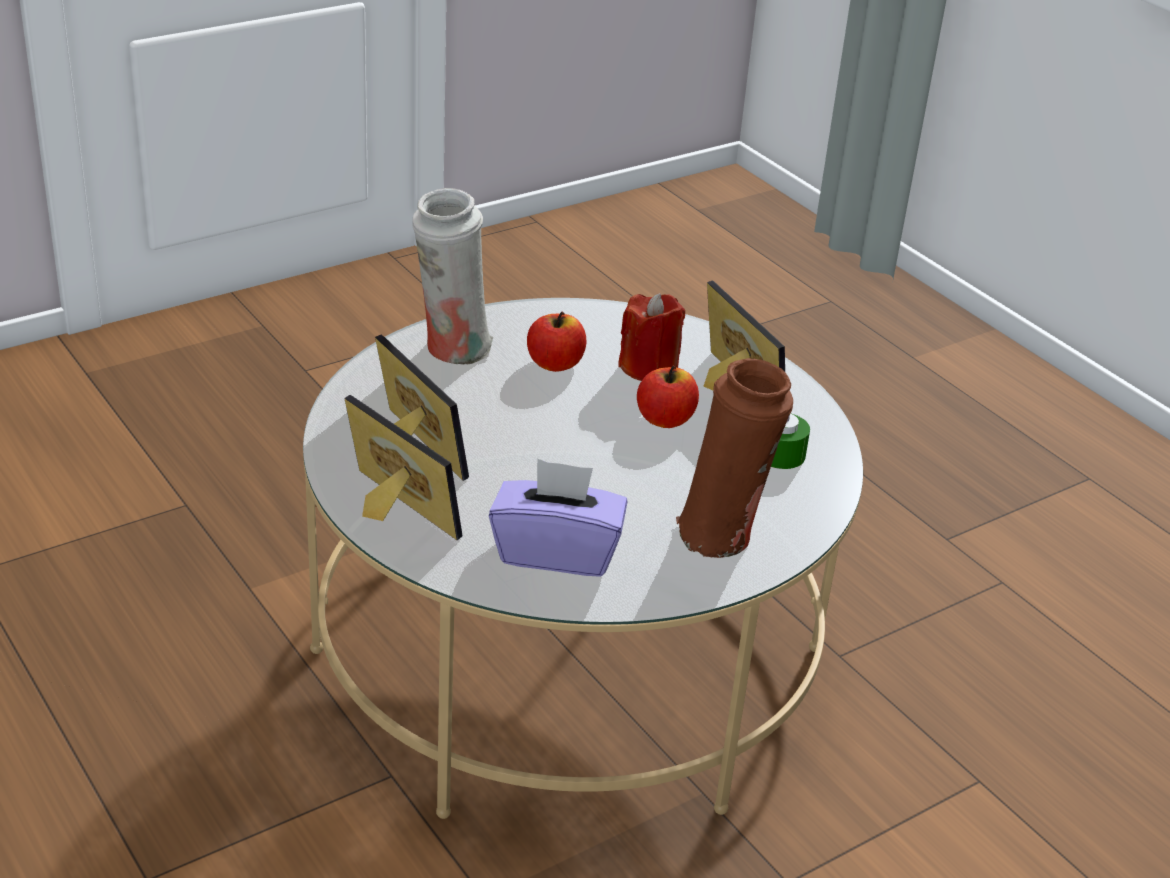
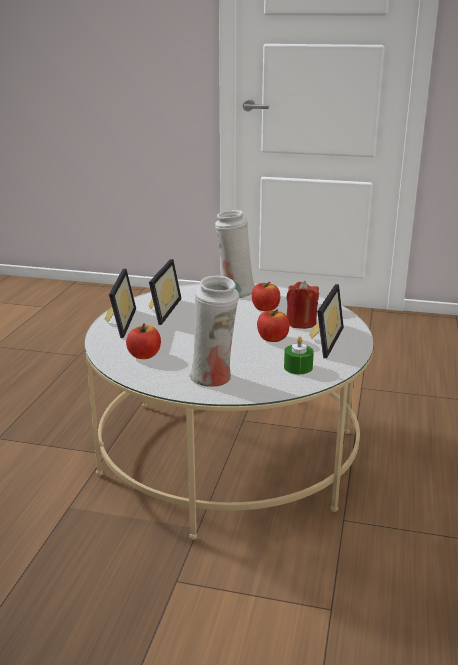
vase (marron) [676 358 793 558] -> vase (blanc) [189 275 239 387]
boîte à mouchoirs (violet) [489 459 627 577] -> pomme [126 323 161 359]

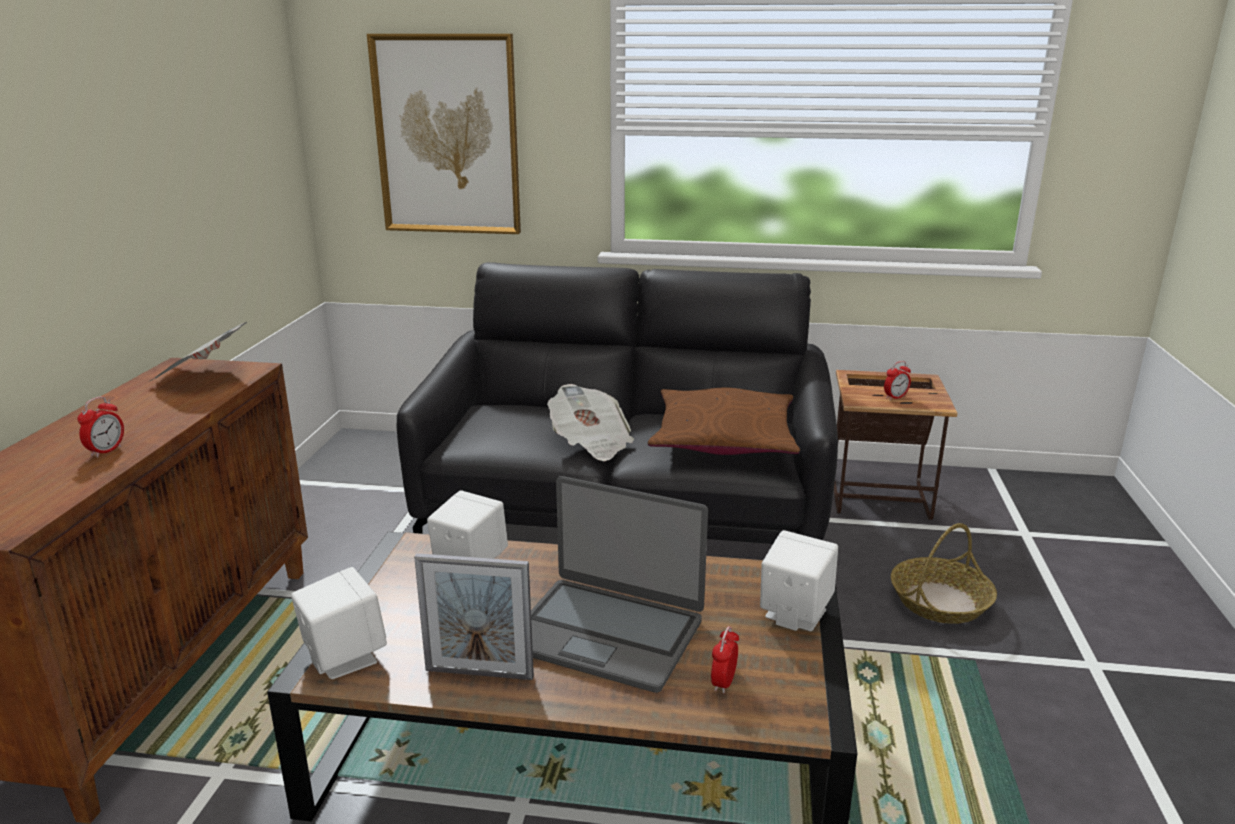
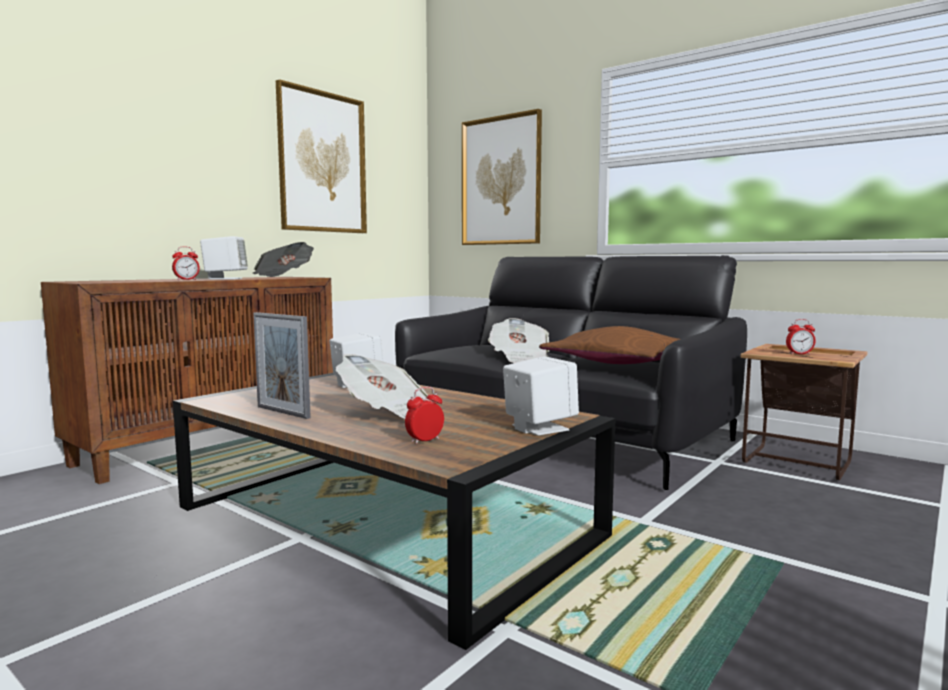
ordinateur portable [531 476 708 693] -> journal [336 354 433 419]
panier [891 523 997 624] -> none
enceinte (blanc) [291 567 387 679] -> enceinte (blanc) [200 236 248 279], relocated
none -> tableau [276 79 367 233]

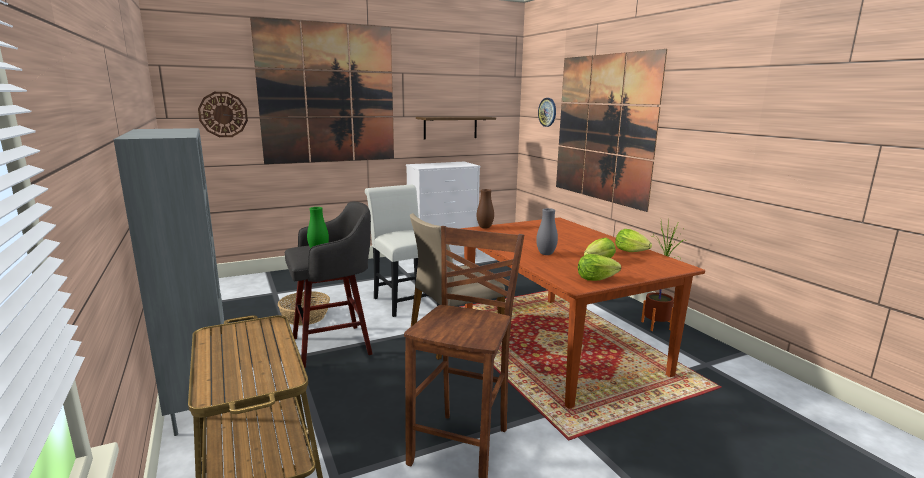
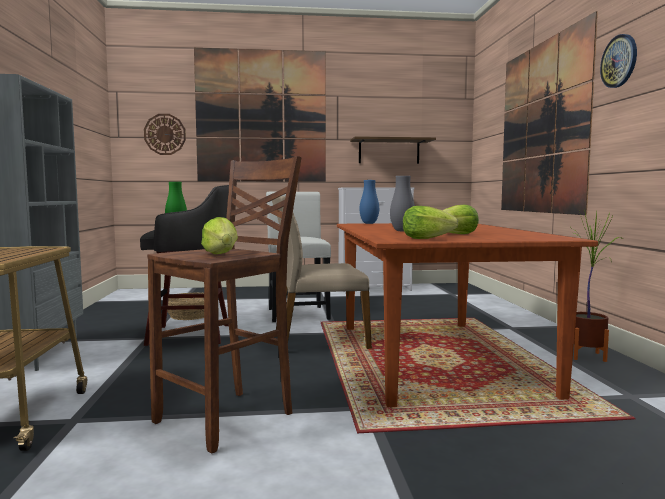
horloge murale [538 98 556 127] -> horloge murale [600 34 637 88], relocated
vase (marron) [477 189 494 229] -> vase (bleu) [359 180 379 224]
laitue [615 229 652 252] -> laitue [201 217 238 254], relocated

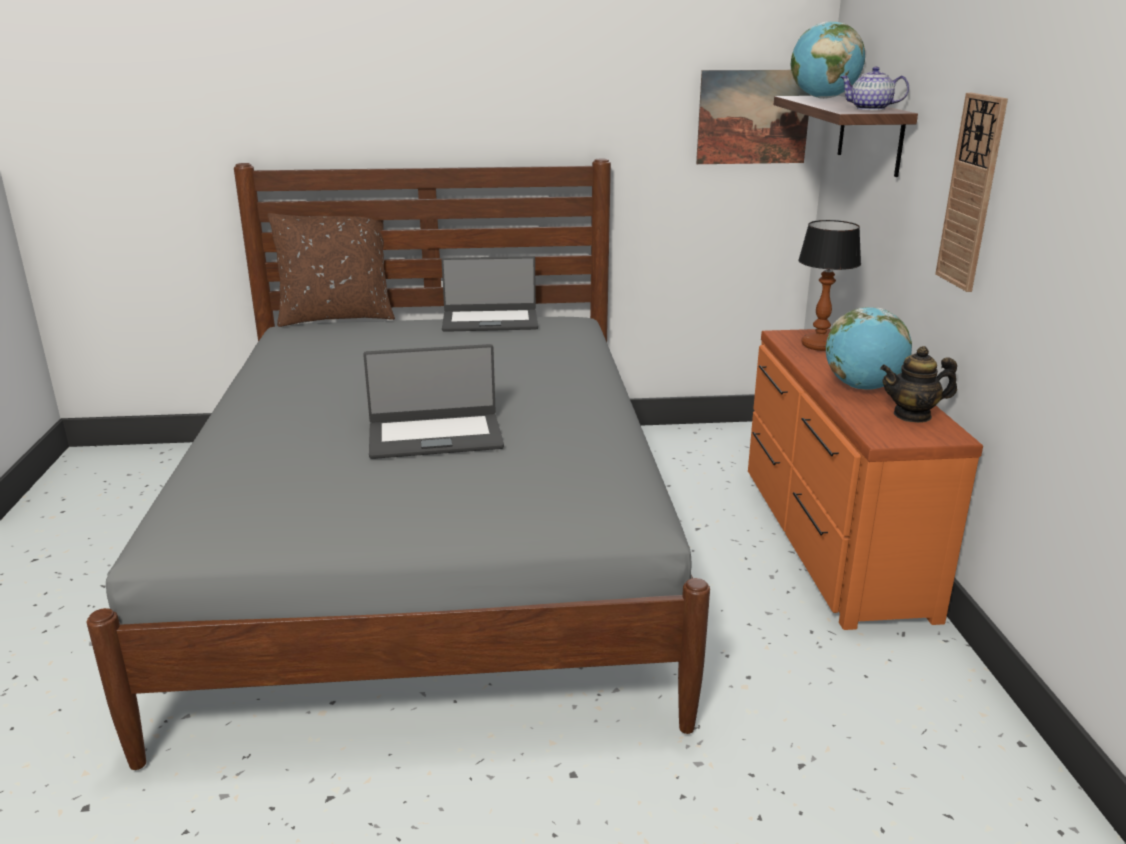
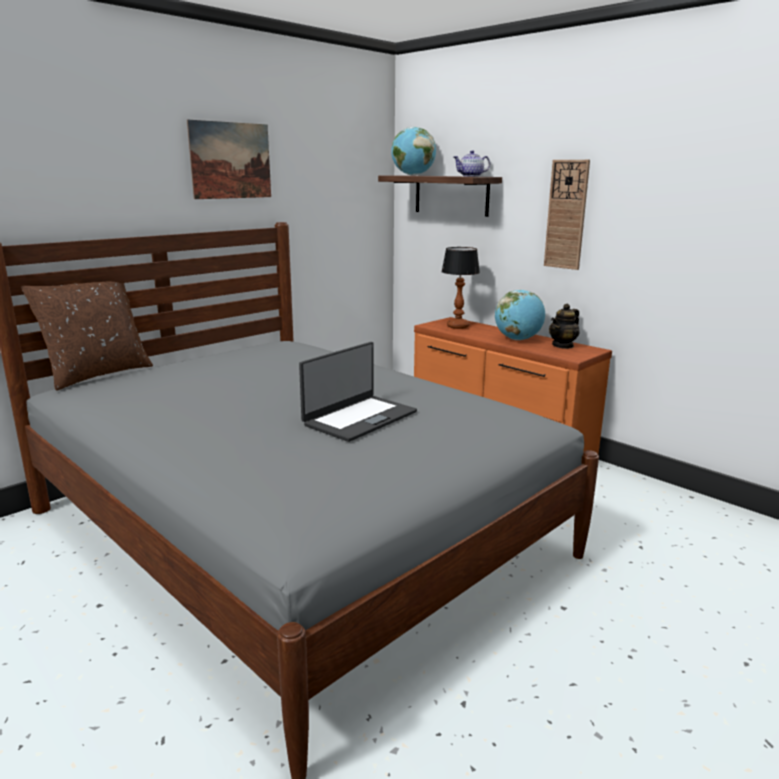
tableau [696 70 811 164] -> tableau [187 120 271 199], relocated
ordinateur portable [441 256 538 332] -> none

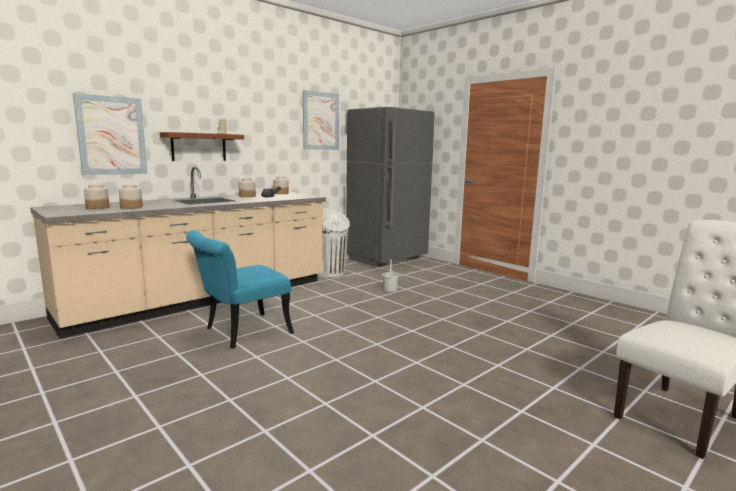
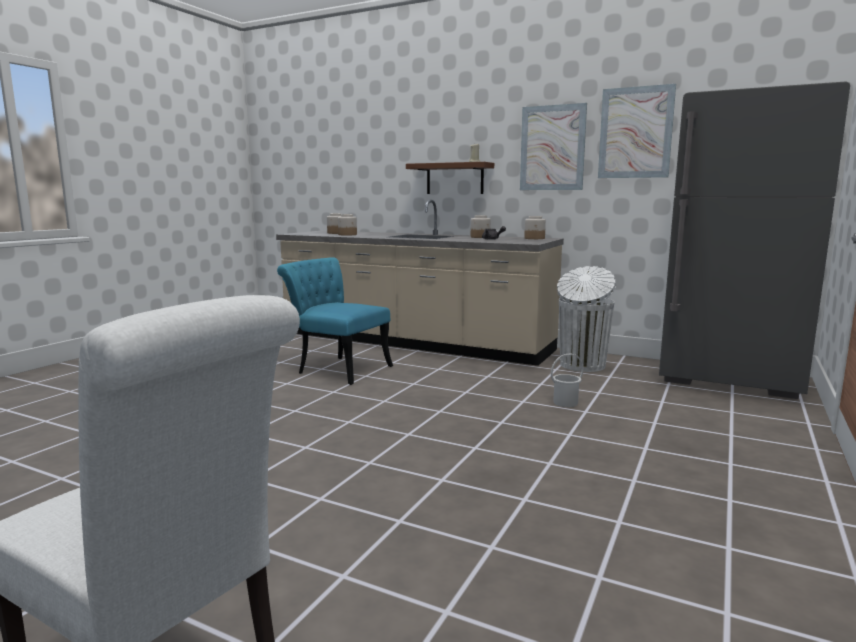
tableau [73 93 147 175] -> tableau [520 103 587 190], relocated

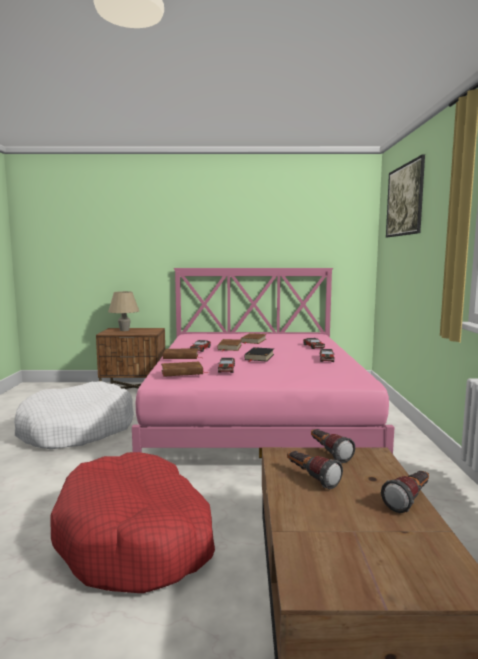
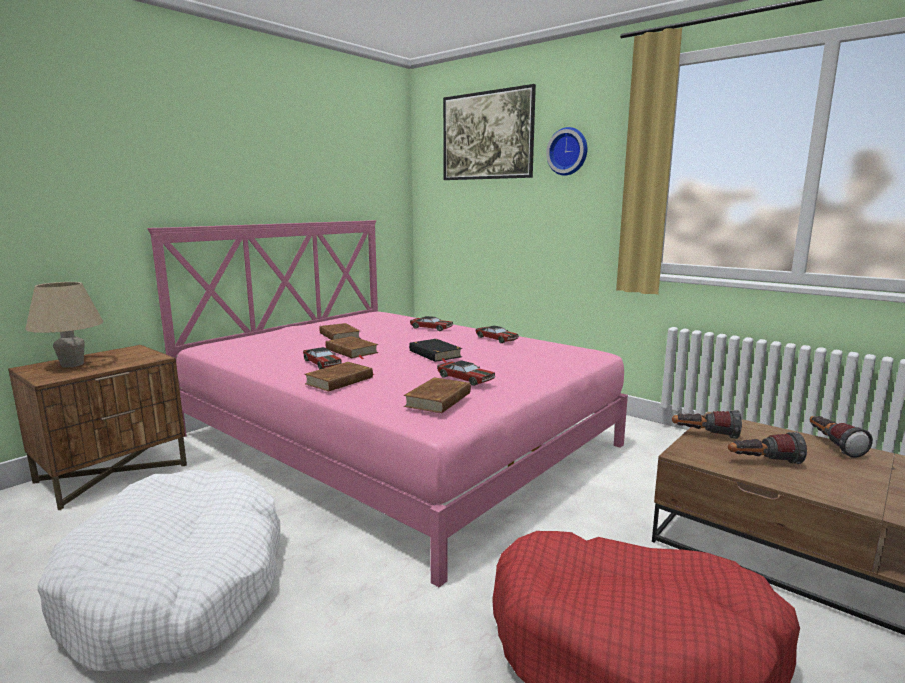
none -> horloge murale [546 127 587 176]

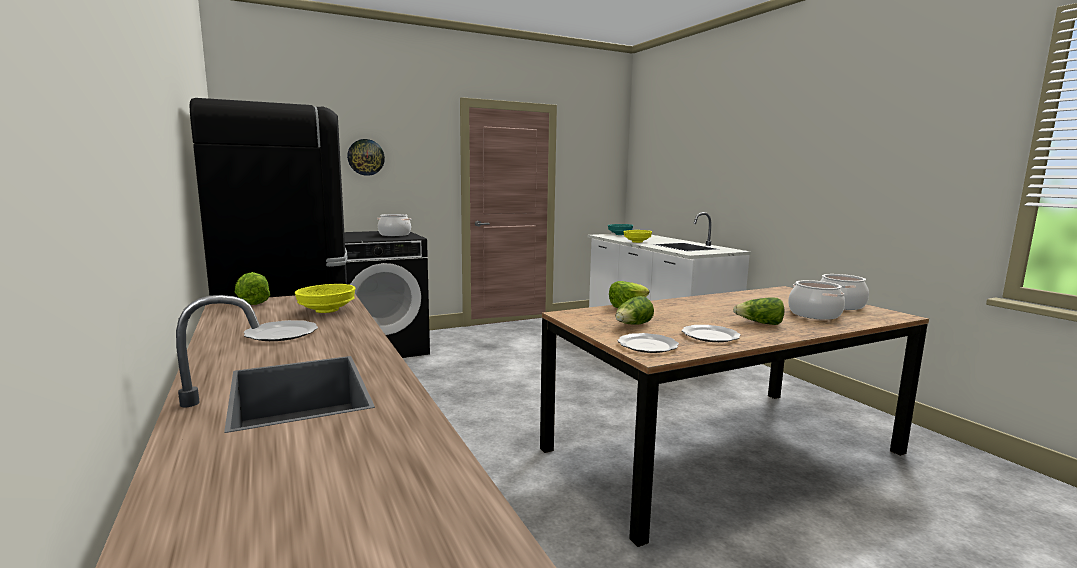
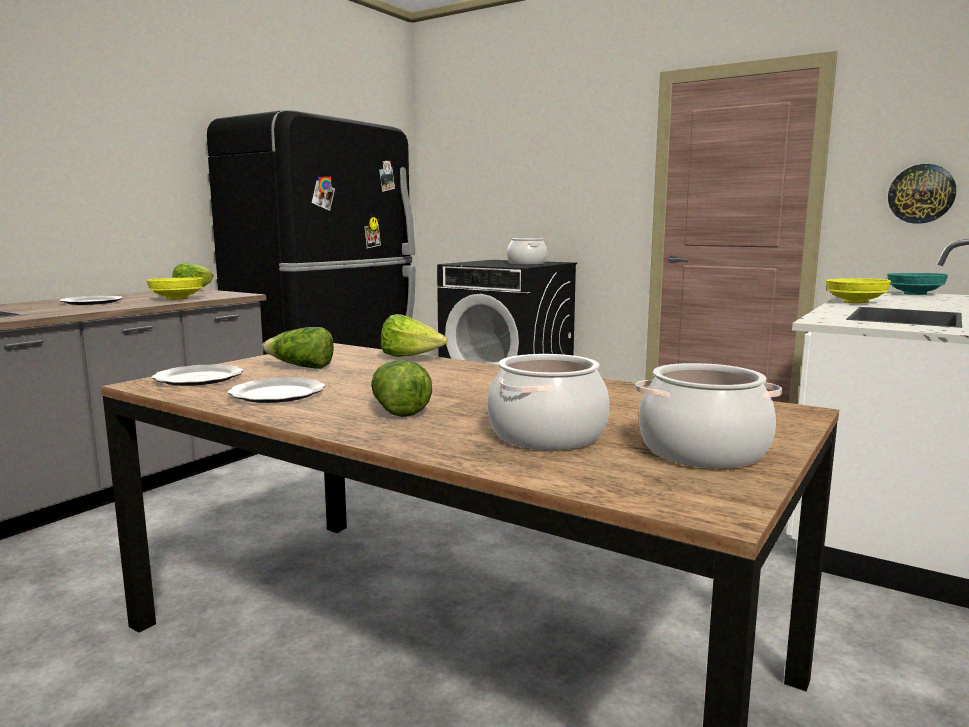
horloge murale [347 139 385 176] -> horloge murale [888 164 956 224], relocated

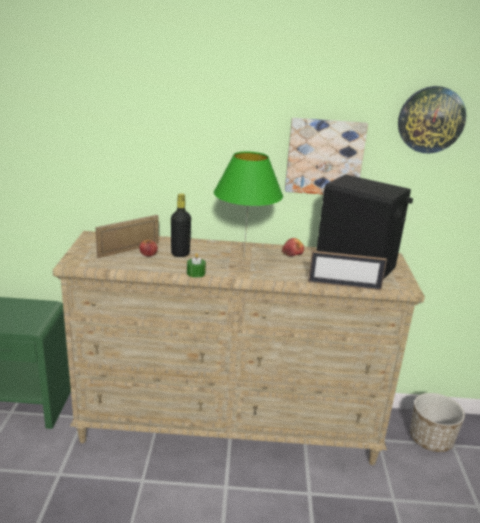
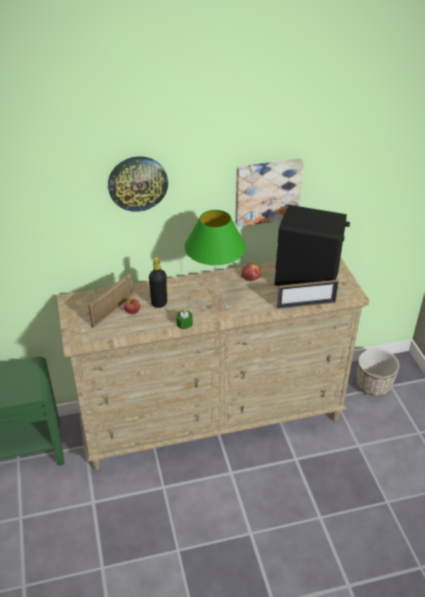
horloge murale [398 86 466 153] -> horloge murale [108 156 168 212], relocated

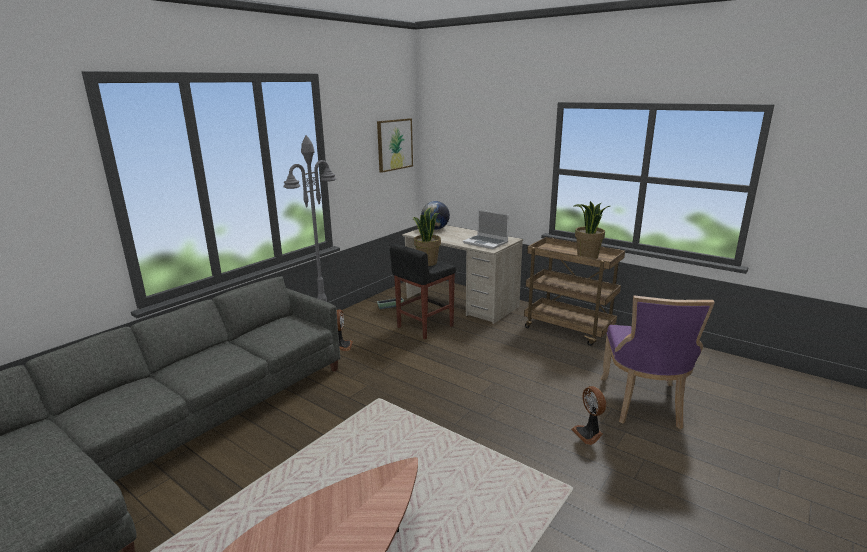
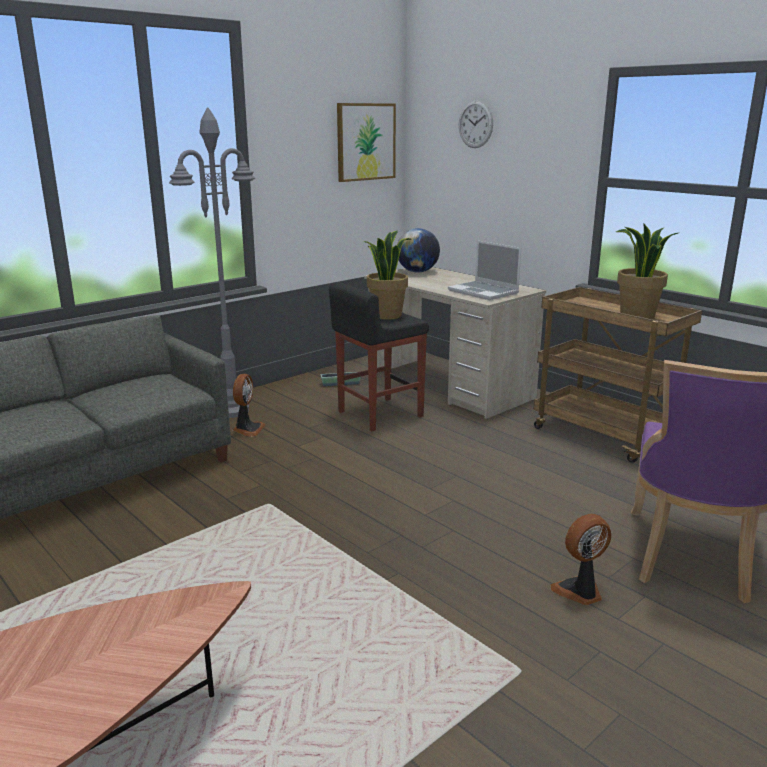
ventilateur [571 386 606 445] -> ventilateur [551 514 611 605], 75 degrees clockwise
none -> horloge murale [459 100 493 148]

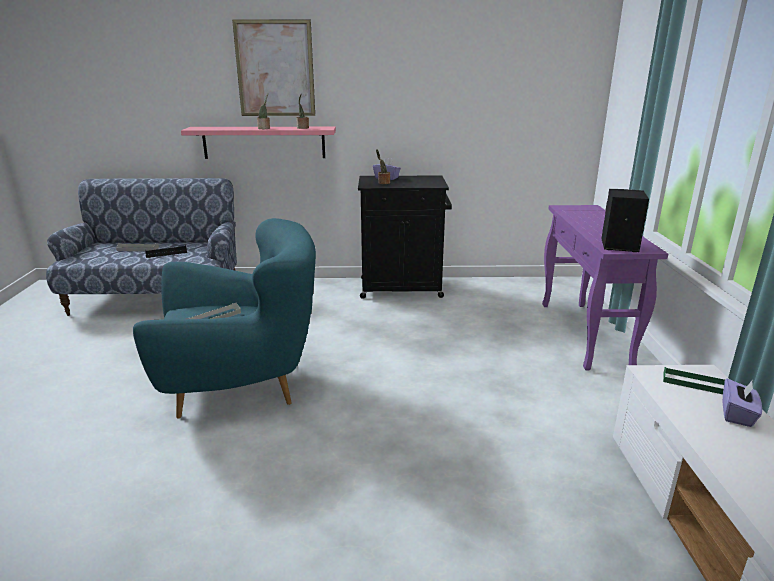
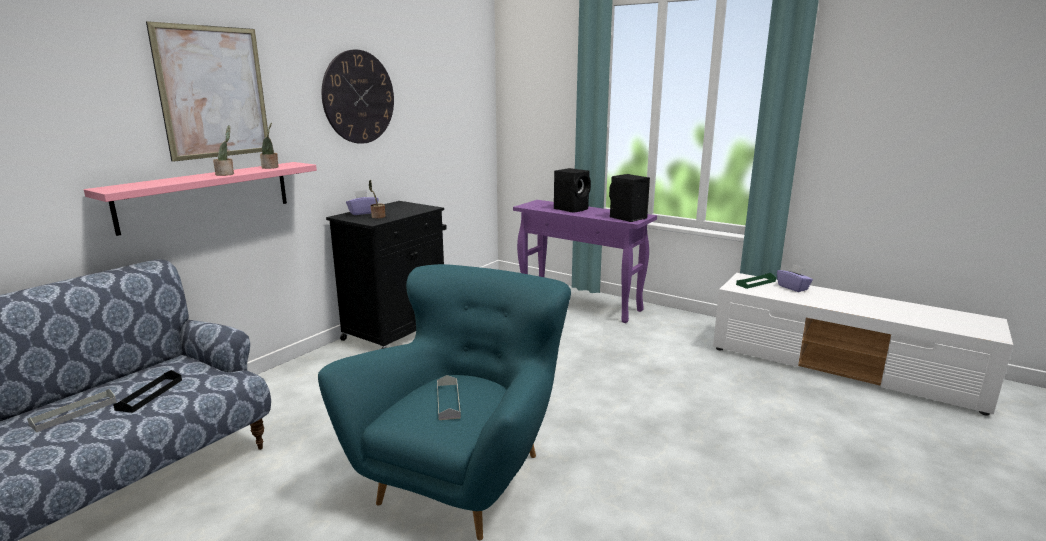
none -> horloge murale [322 50 394 144]
none -> enceinte (noir) [554 168 591 213]

